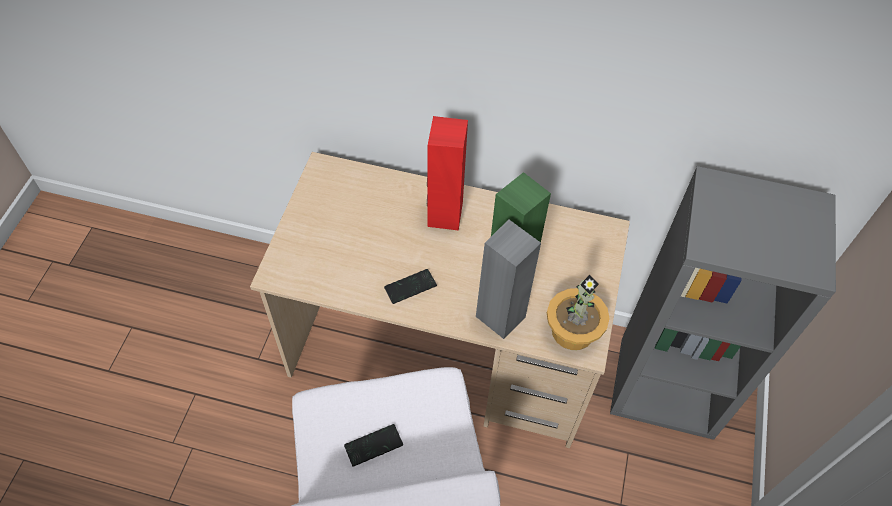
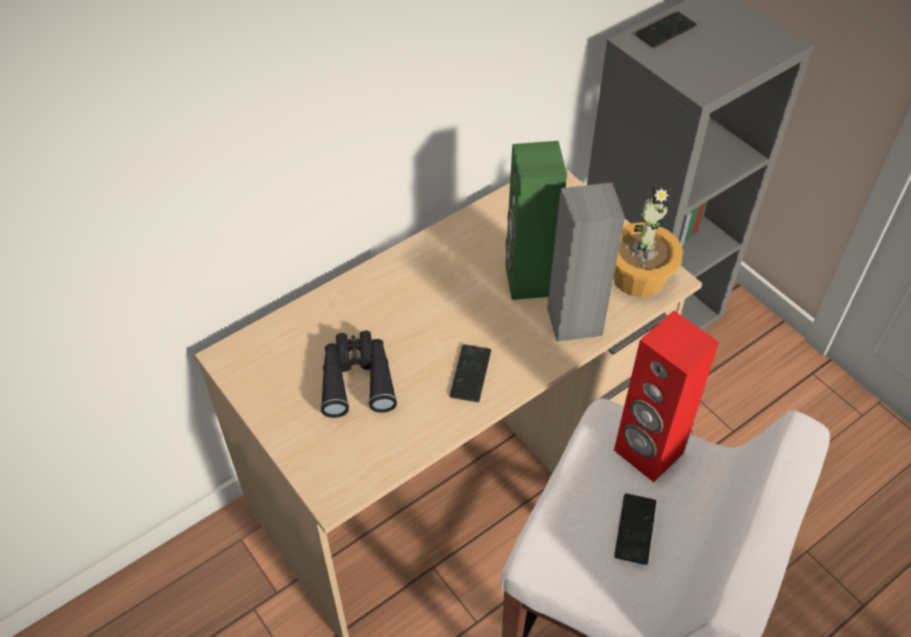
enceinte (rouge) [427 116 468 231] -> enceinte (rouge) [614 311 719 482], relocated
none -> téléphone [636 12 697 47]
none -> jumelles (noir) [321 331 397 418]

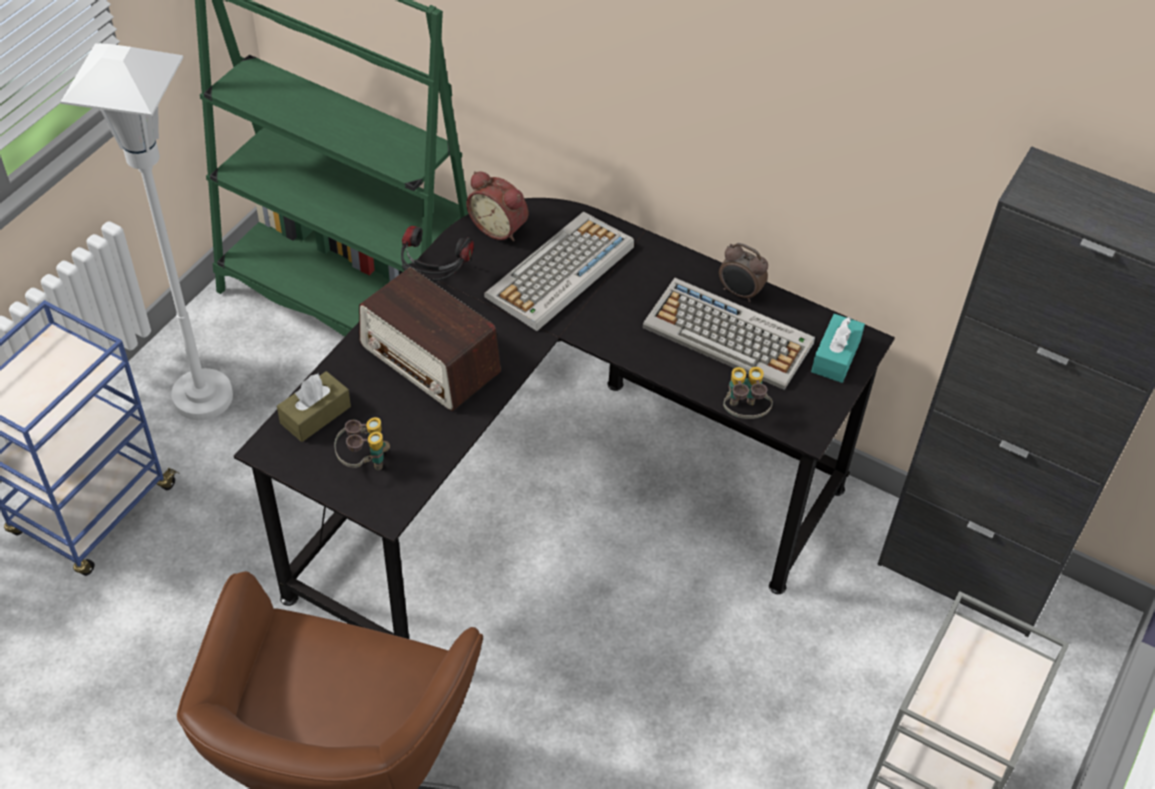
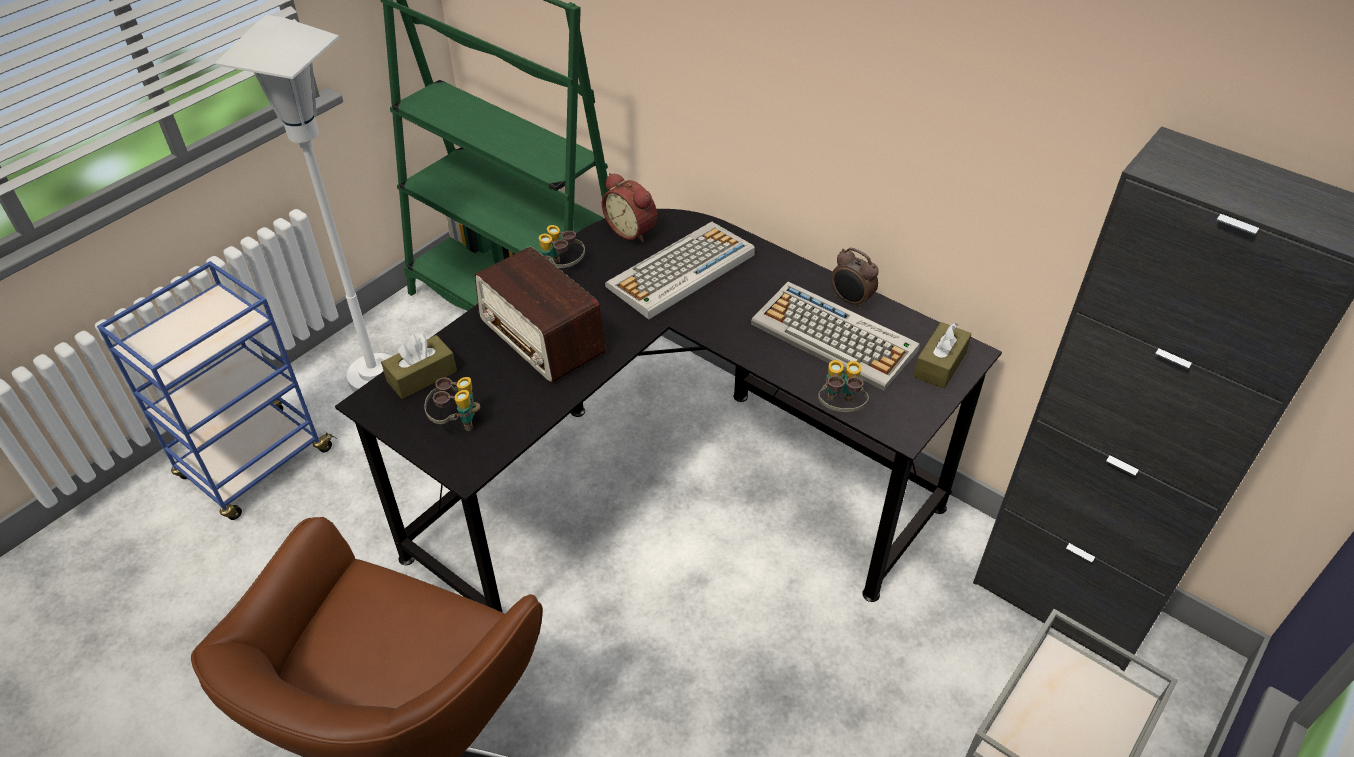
casque audio [401 226 474 281] -> jumelles [539 225 585 268]
boîte à mouchoirs (turquoise) [811 314 865 383] -> boîte à mouchoirs (marron) [914 322 972 389]

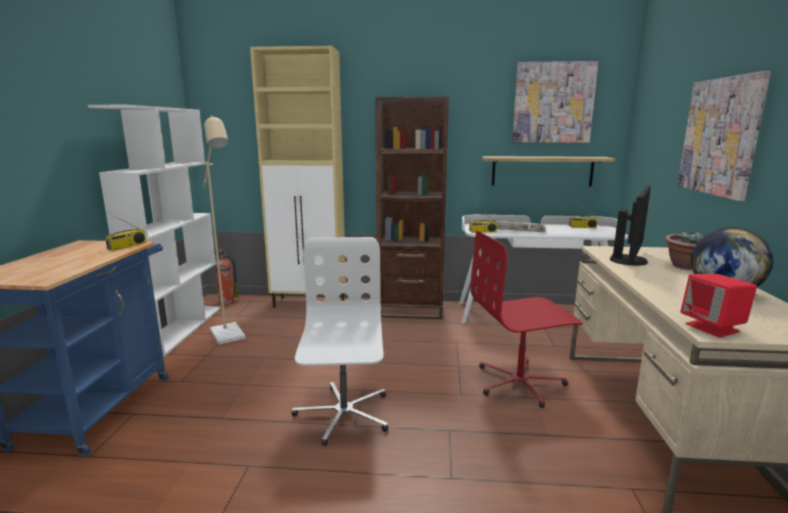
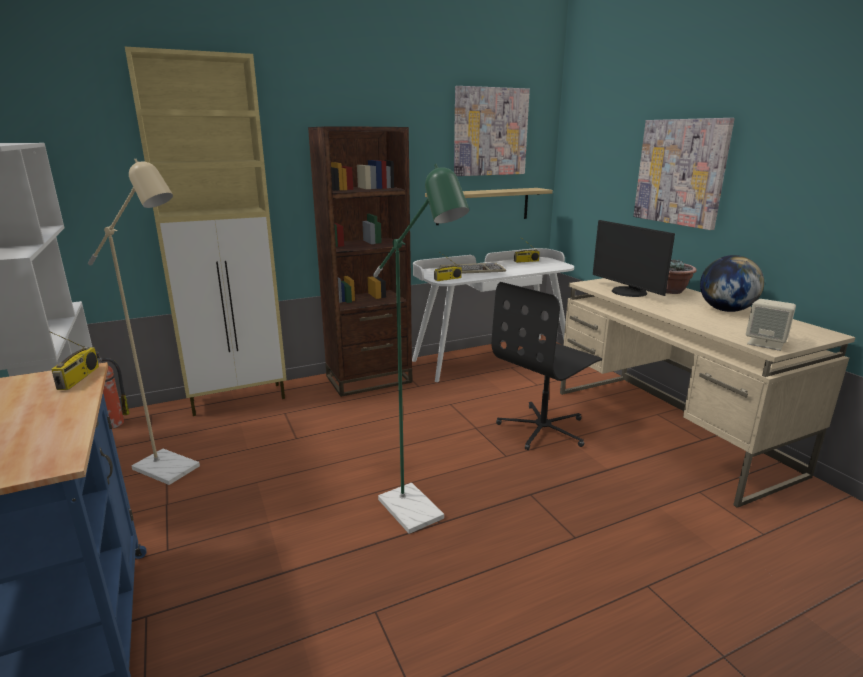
écran d'ordinateur [610 185 651 266] -> écran d'ordinateur [593 220 675 297], 150 degrees clockwise
chaise de bureau (rouge) [470 230 583 408] -> chaise de bureau (noir) [492 282 602 450]
chaise de bureau (blanc) [292 237 388 446] -> lampadaire (vert) [373 164 469 534]
enceinte (rouge) [681 274 757 338] -> enceinte (beige) [746 299 796 351]

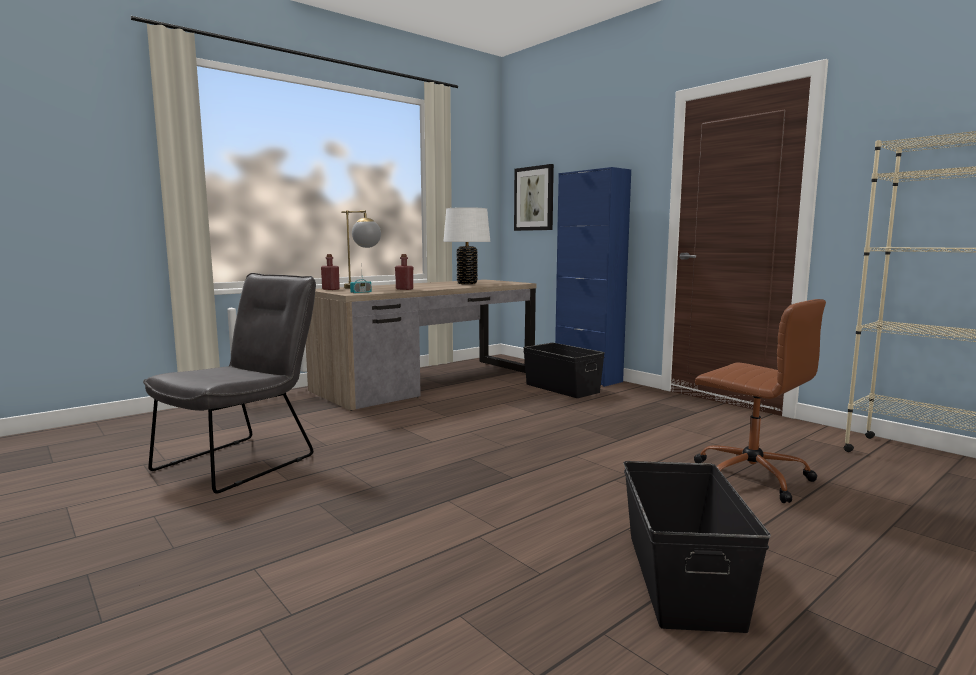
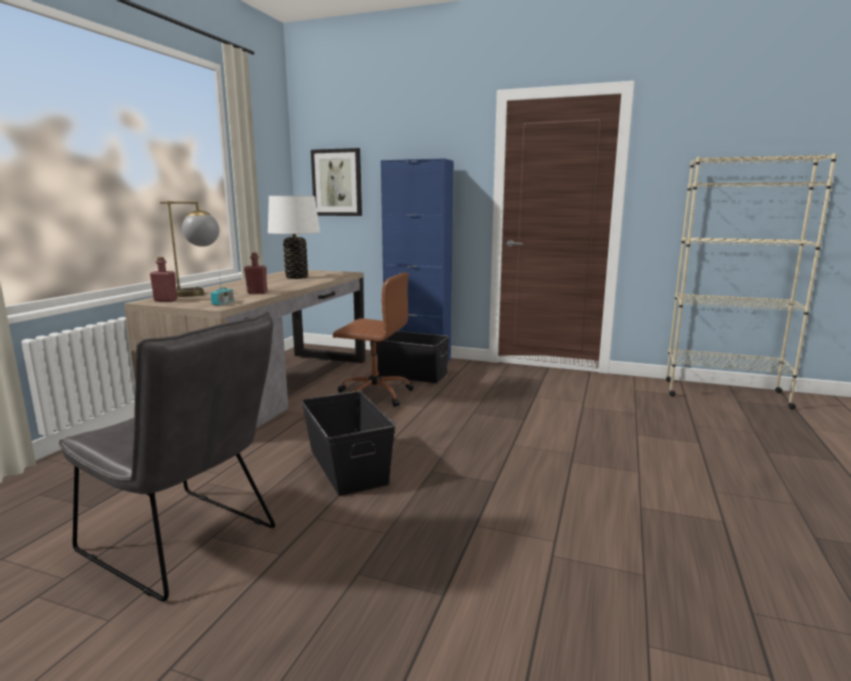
chaise (gris) [143 273 316 494] -> chaise (gris) [59 311 275 601], 120 degrees clockwise
chaise de bureau (marron) [694 299 826 503] -> chaise de bureau (marron) [333 272 414 407], relocated
boîte de rangement (noir) [623 461 771 633] -> boîte de rangement (noir) [301 391 396 496], relocated

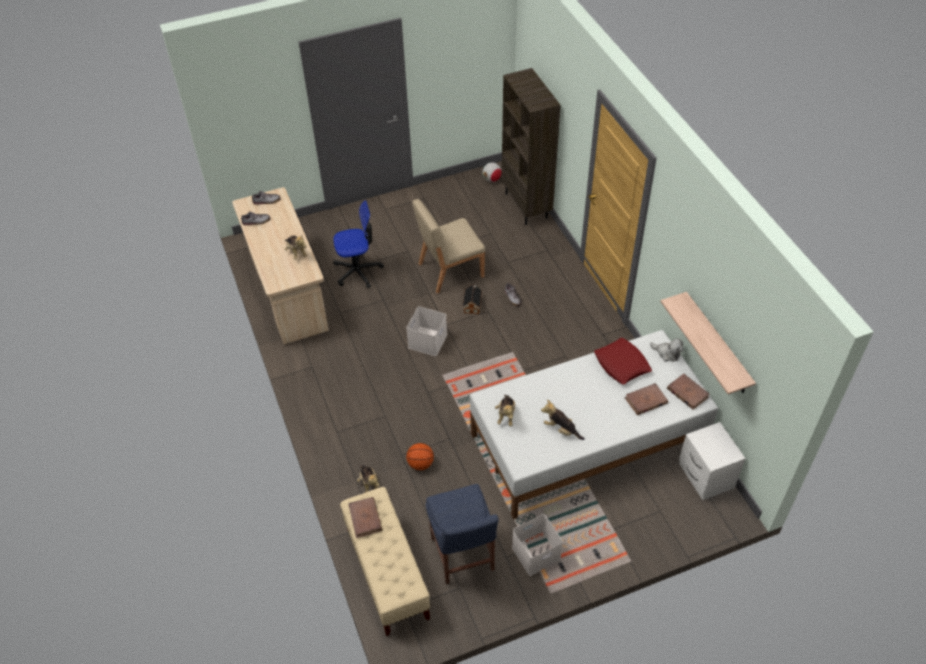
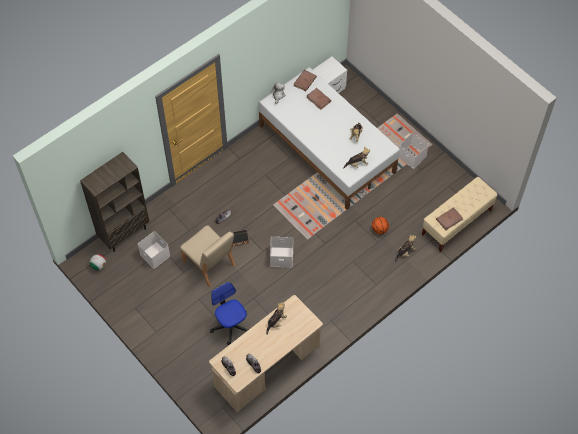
étagère [660 292 756 394] -> none
coussin (rouge) [594 338 652 384] -> none
chaise (bleu) [425 484 499 584] -> none
none -> boîte de rangement (blanc) [138 231 170 269]

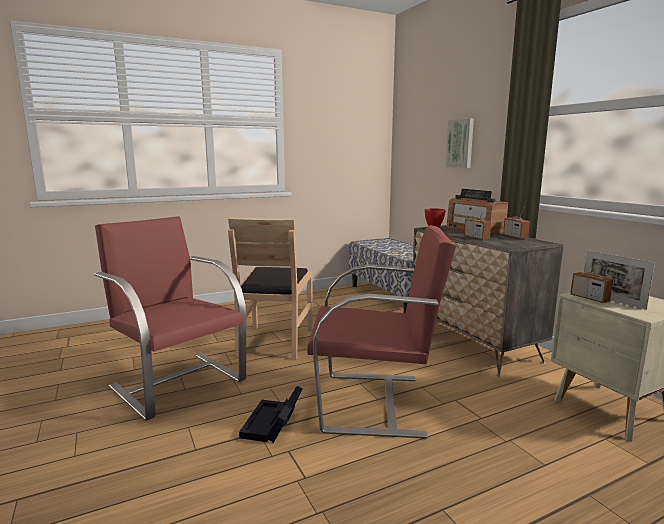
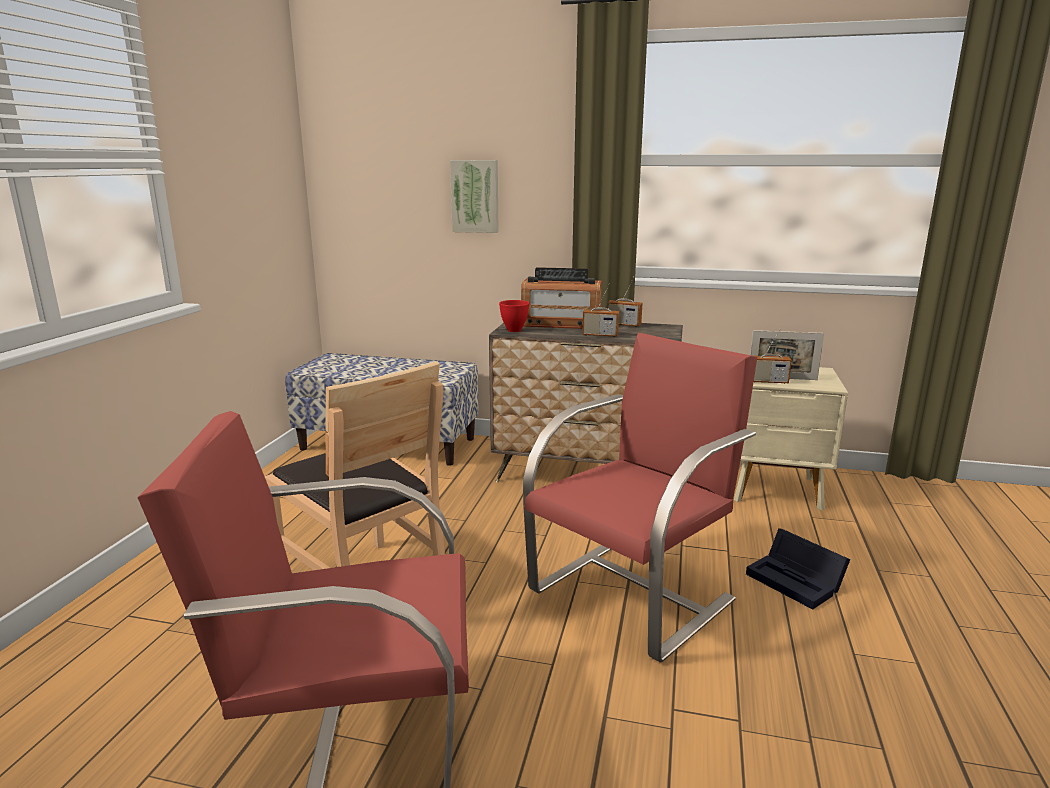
boîte de rangement (noir) [239 386 303 443] -> boîte de rangement (noir) [746 528 850 610], relocated

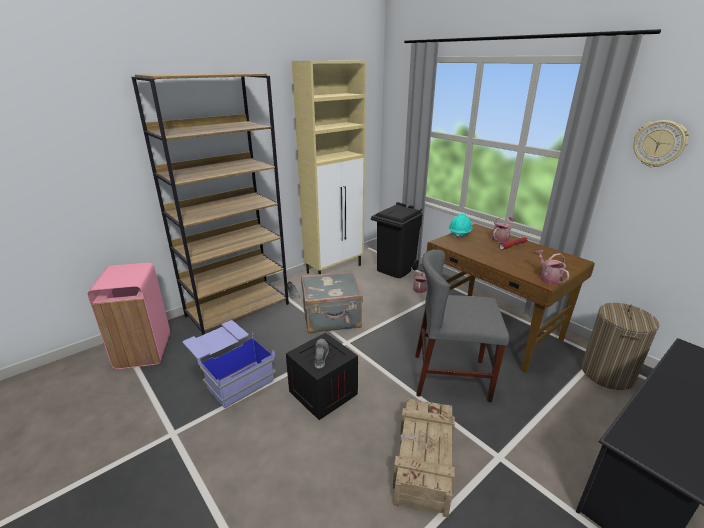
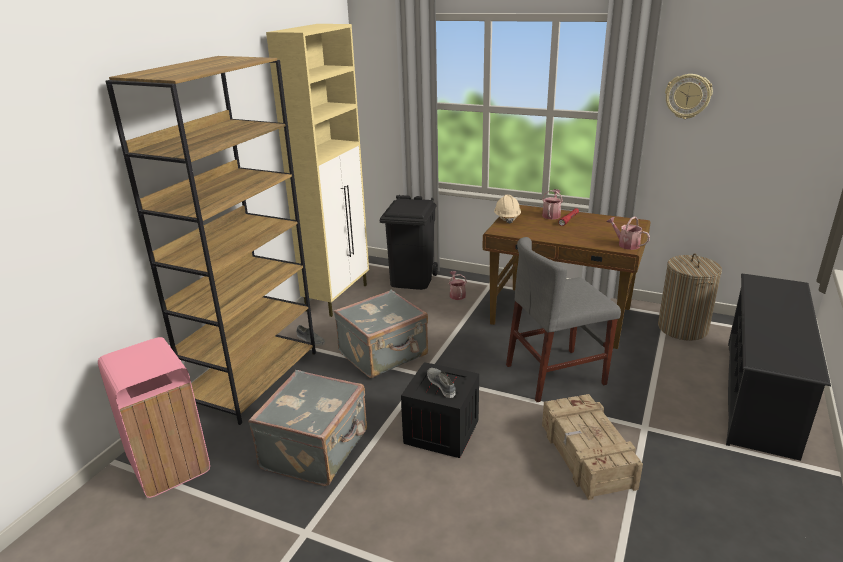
casque de chantier (turquoise) [448 214 473 239] -> casque de chantier (beige) [494 195 521 224]
boîte de rangement (bleu) [183 320 276 408] -> valise (gris) [248 370 367 486]

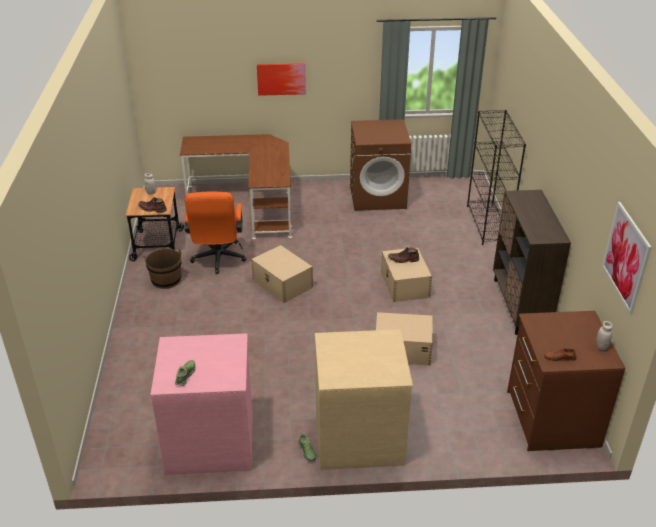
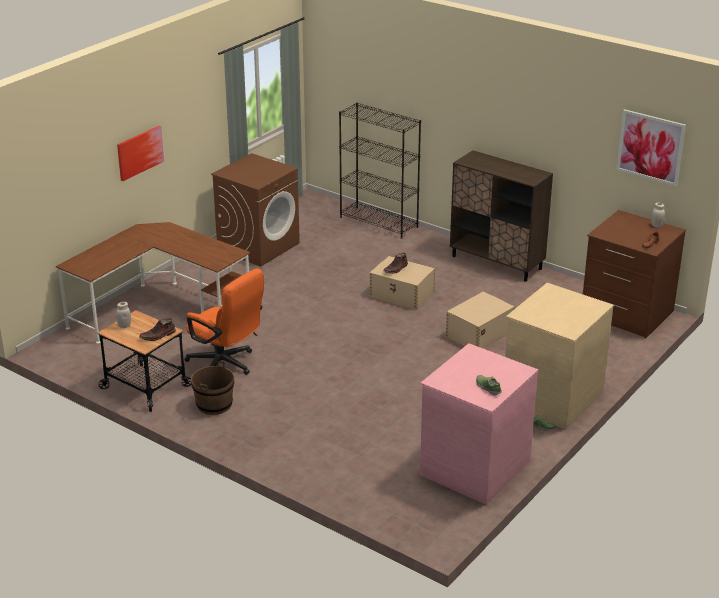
boîte de rangement (beige) [251 245 313 303] -> none

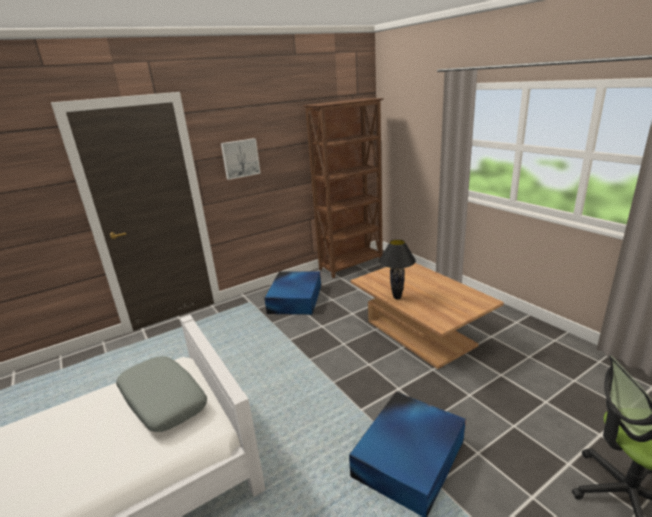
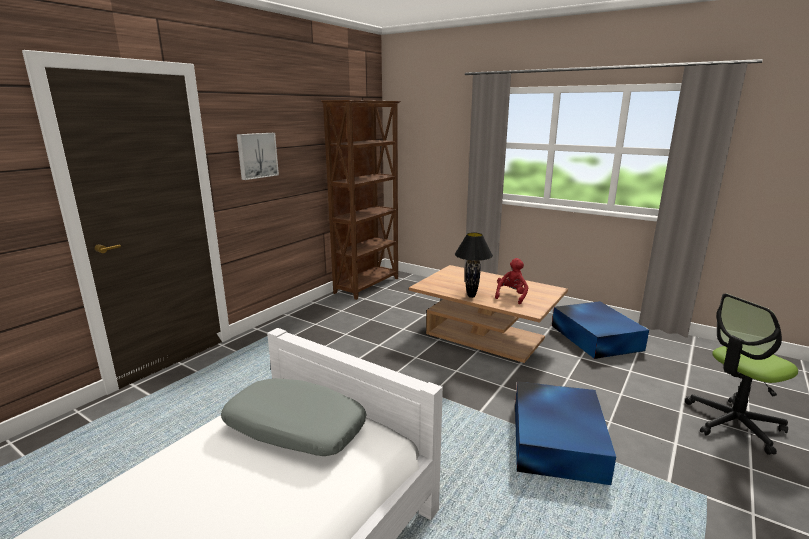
boîte de rangement (bleu) [265 272 321 315] -> boîte de rangement (bleu) [552 301 649 359], relocated
none -> peluche (rouge) [495 258 528 304]

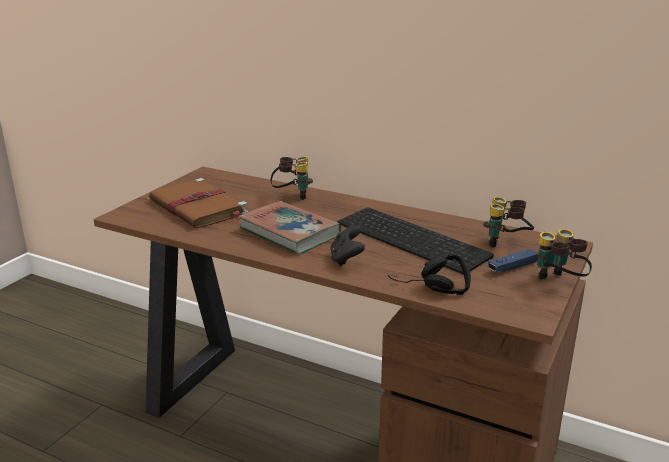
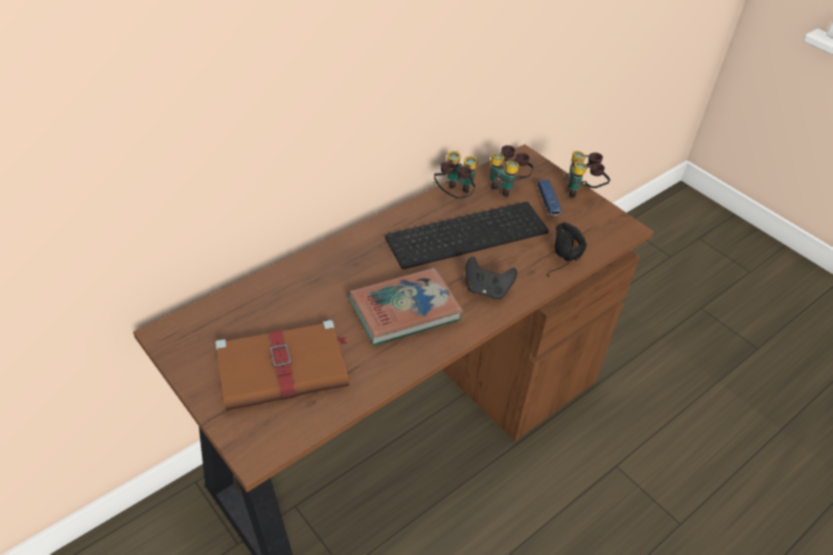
jumelles [270 156 313 200] -> jumelles [434 151 478 199], relocated

